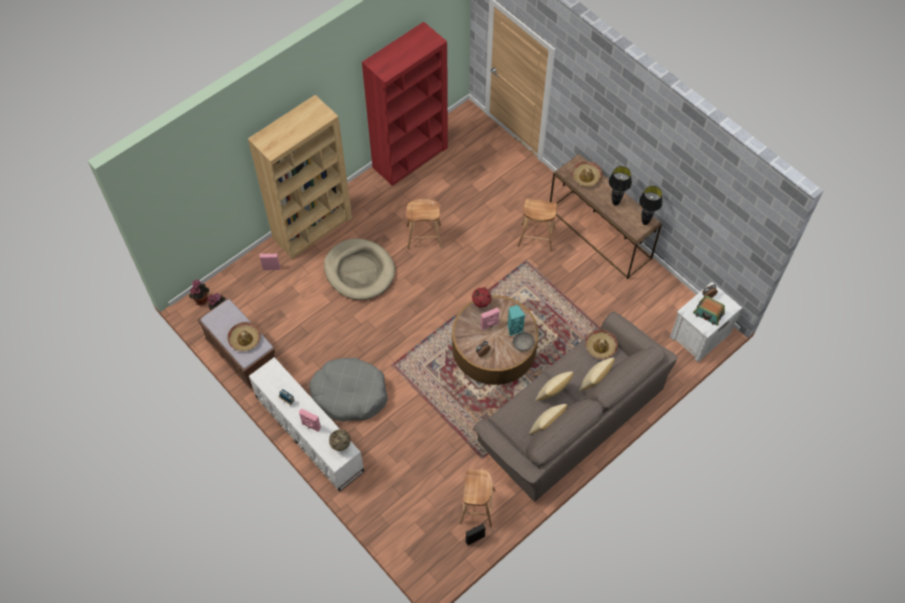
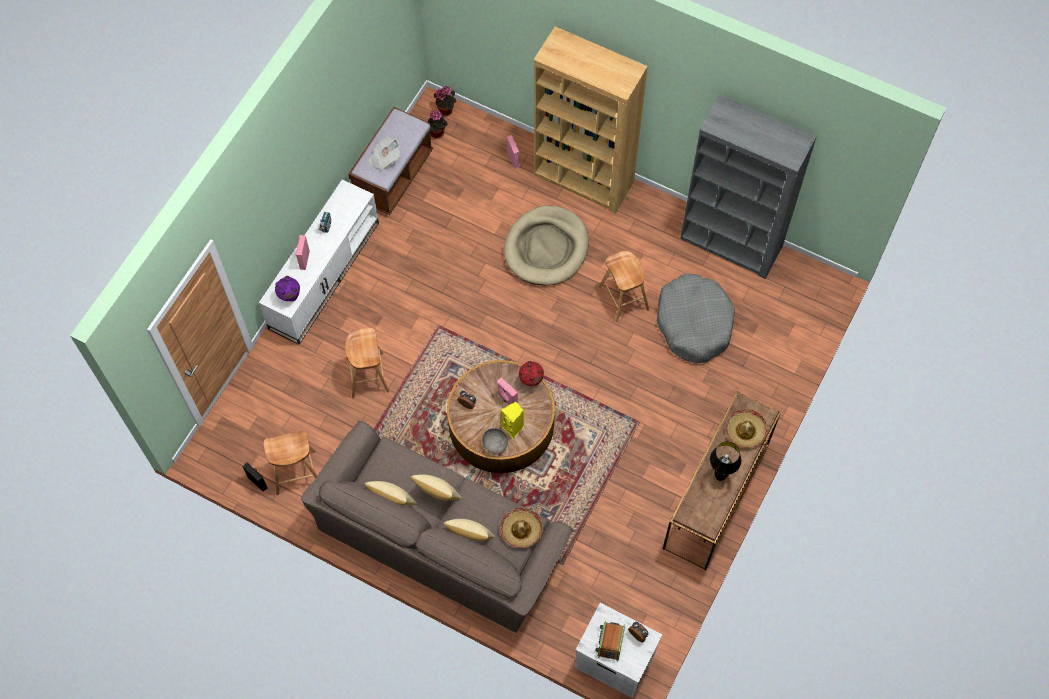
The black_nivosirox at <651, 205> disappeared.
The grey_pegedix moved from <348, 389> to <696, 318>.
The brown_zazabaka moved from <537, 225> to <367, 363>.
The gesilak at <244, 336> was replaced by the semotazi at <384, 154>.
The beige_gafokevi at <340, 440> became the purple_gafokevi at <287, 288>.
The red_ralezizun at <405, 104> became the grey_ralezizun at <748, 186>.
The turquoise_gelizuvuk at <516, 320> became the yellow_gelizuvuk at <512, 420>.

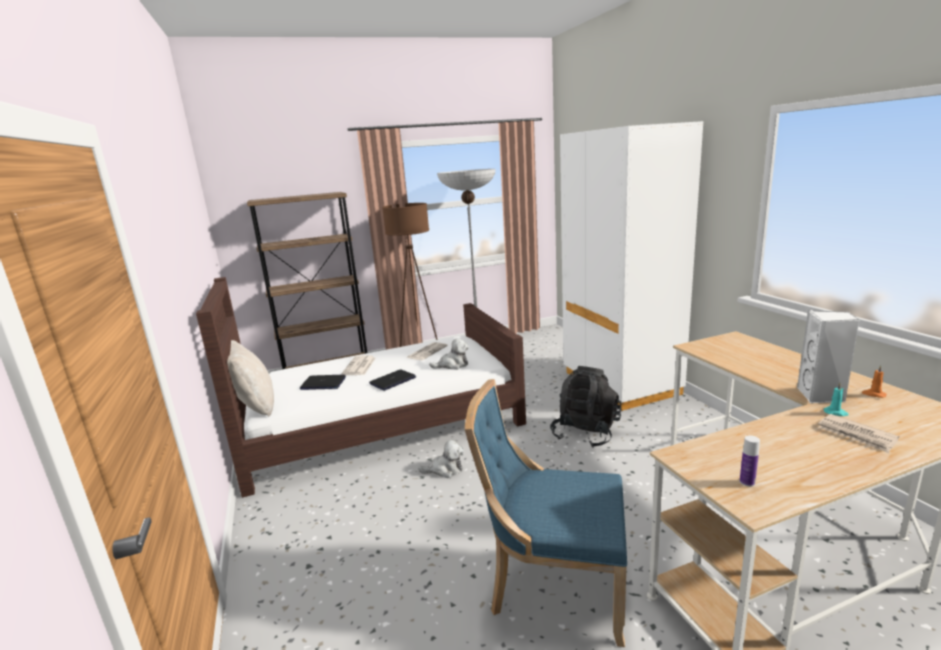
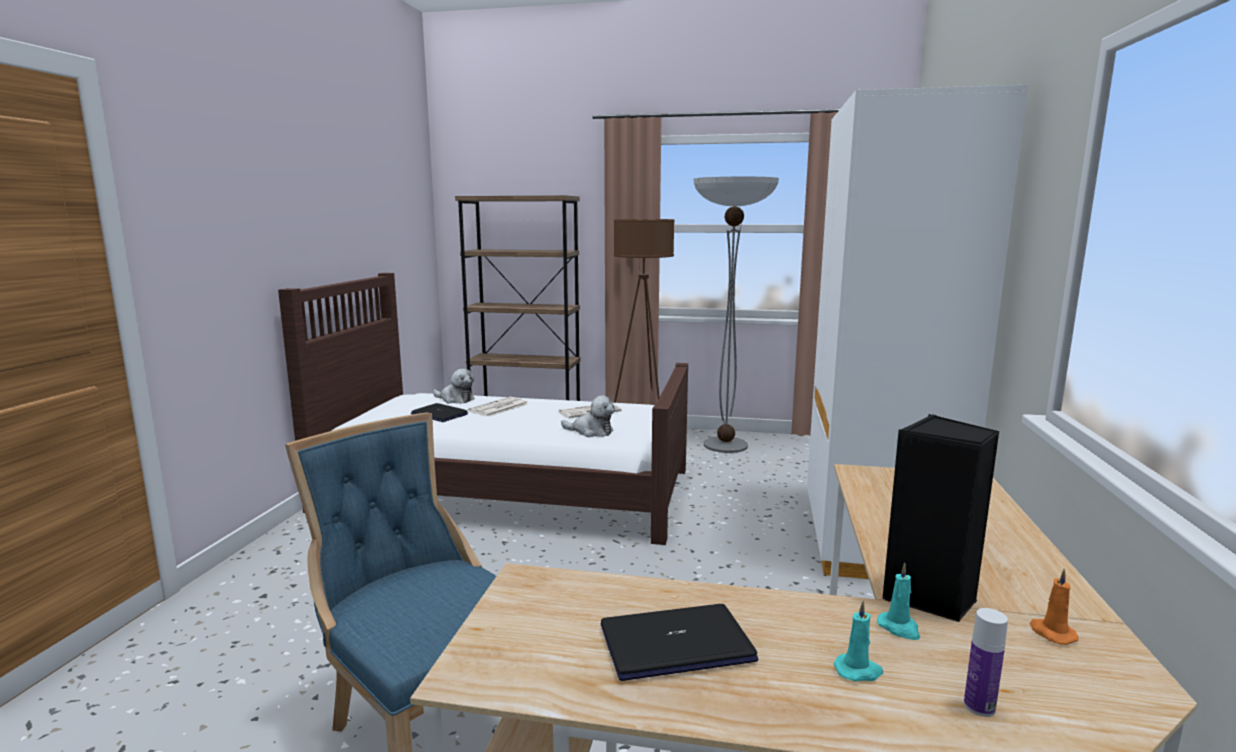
The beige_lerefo at <250, 378> disappeared.
The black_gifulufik at <585, 407> disappeared.
The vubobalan moved from <392, 380> to <680, 642>.
The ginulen moved from <441, 459> to <454, 386>.
The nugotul moved from <750, 461> to <986, 662>.
The semotazi at <858, 433> was replaced by the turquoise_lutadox at <858, 640>.
The white_gelizuvuk at <828, 357> became the black_gelizuvuk at <941, 518>.

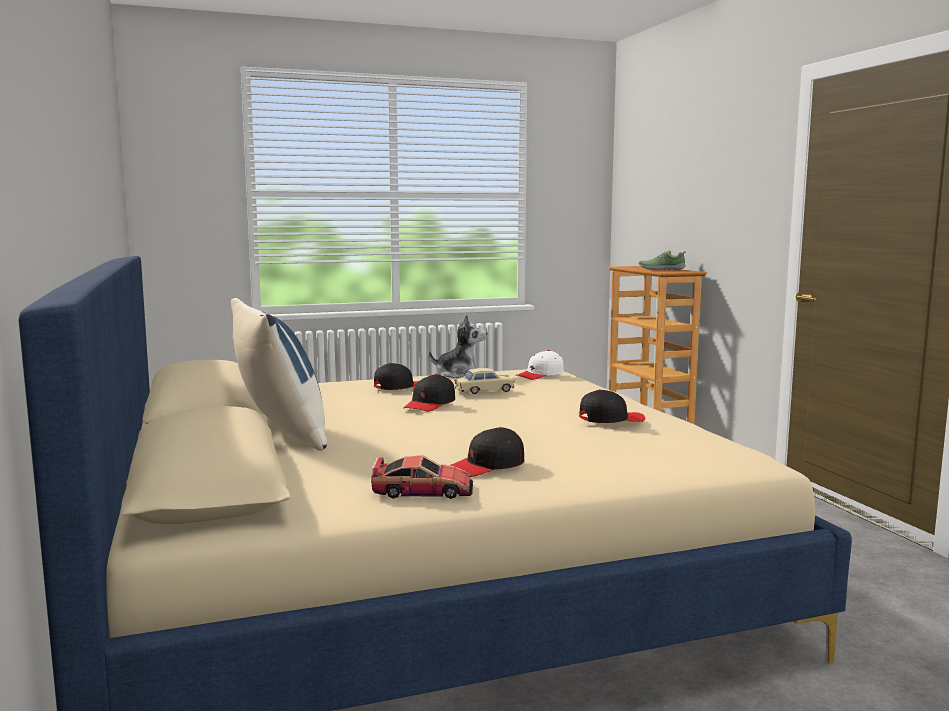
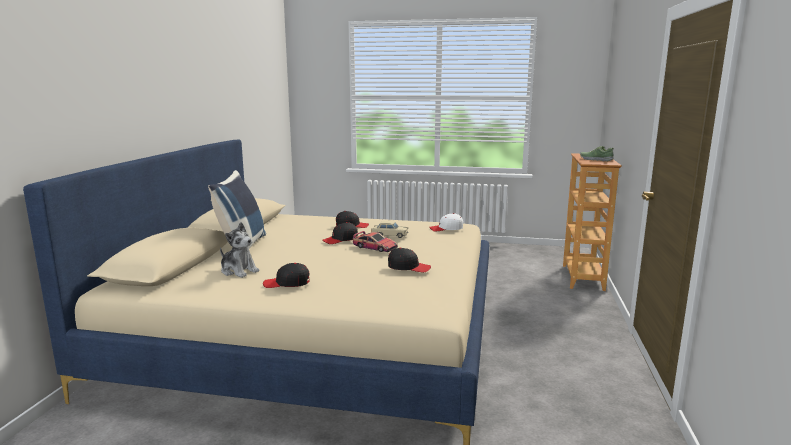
The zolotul moved from <422, 477> to <375, 241>.
The ginulen moved from <458, 346> to <240, 250>.

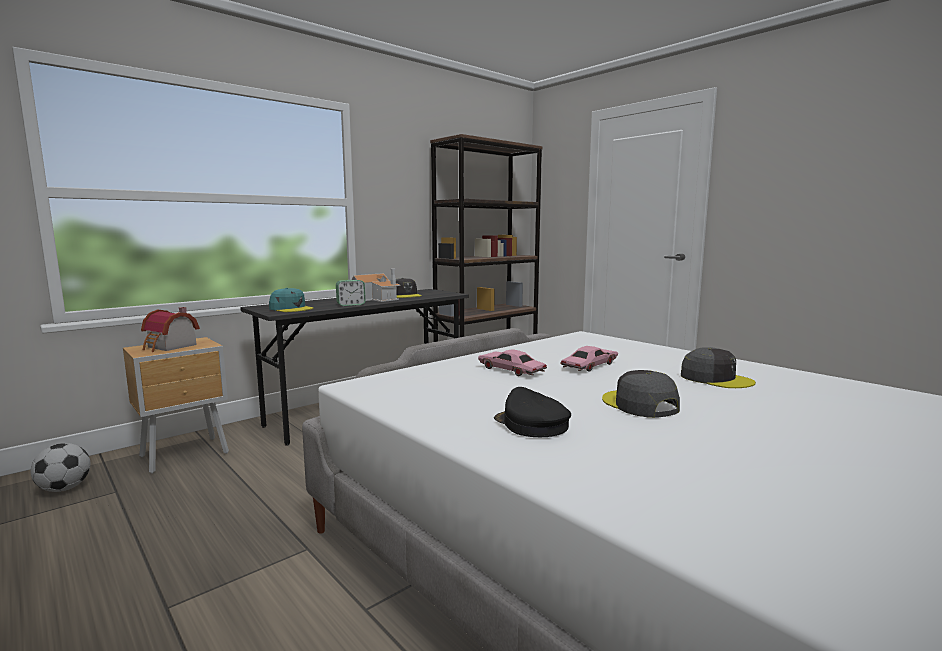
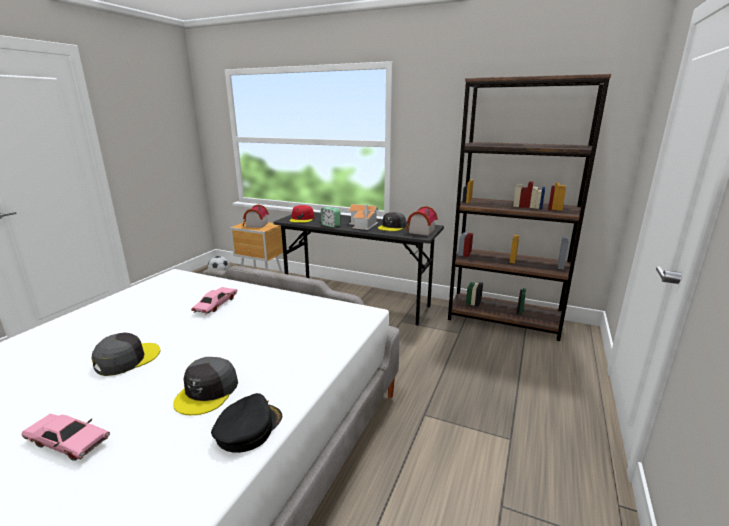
The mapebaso at <421, 221> appeared.
The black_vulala moved from <532, 412> to <246, 423>.
The pink_zolotul moved from <589, 359> to <65, 437>.
The turquoise_vulala at <291, 300> became the red_vulala at <301, 214>.

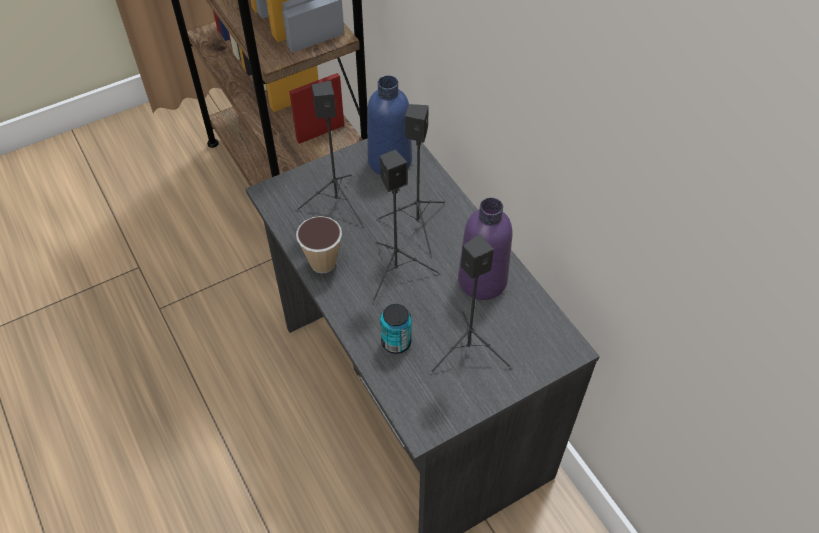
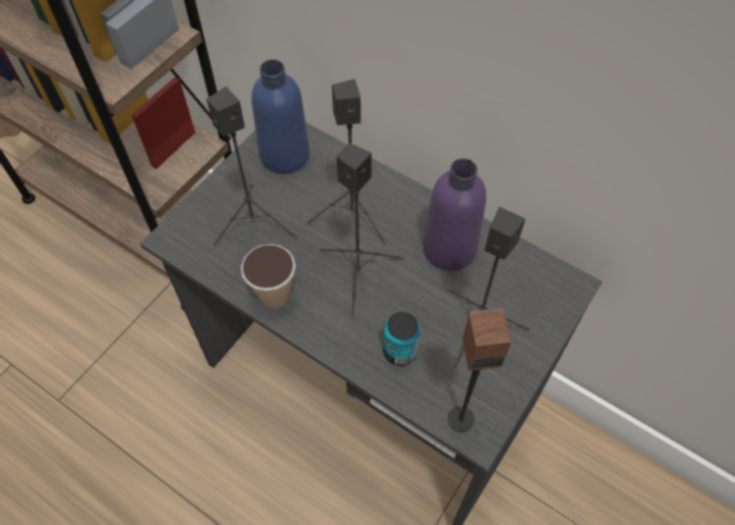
The gelizuvuk at <479, 370> appeared.

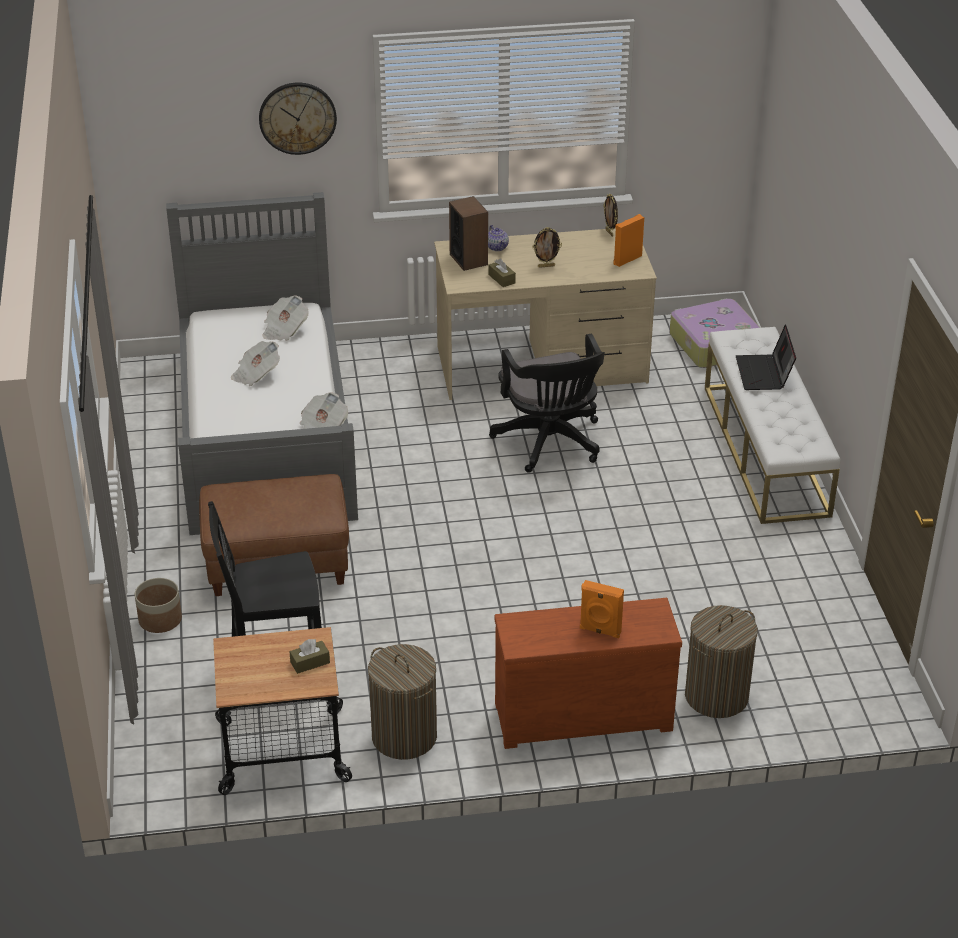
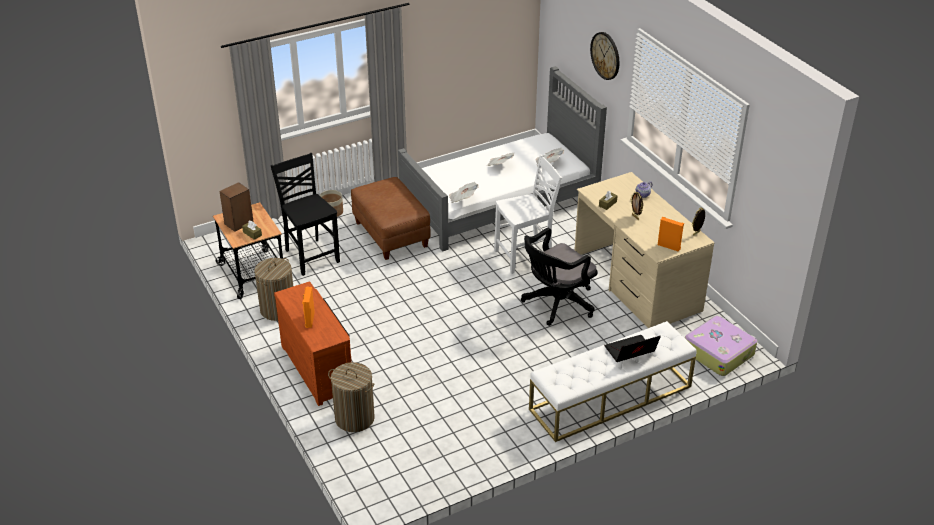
The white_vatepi at <528, 214> appeared.
The gelizuvuk moved from <468, 233> to <236, 207>.

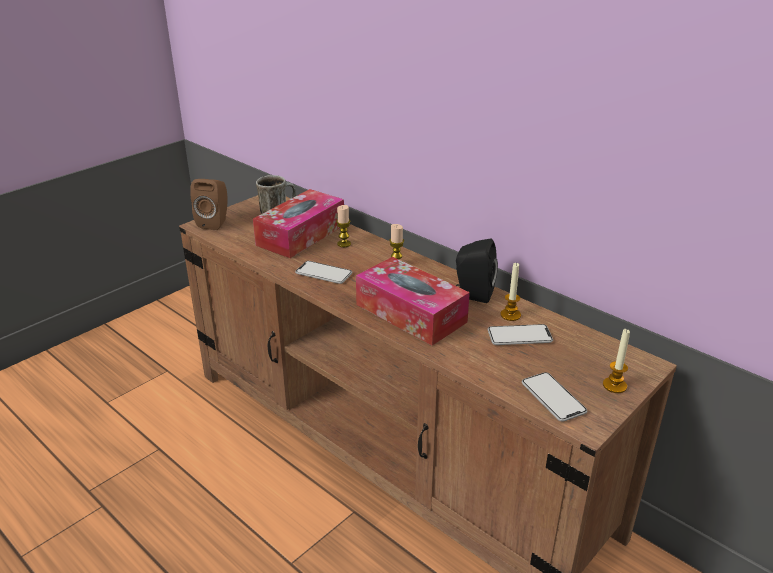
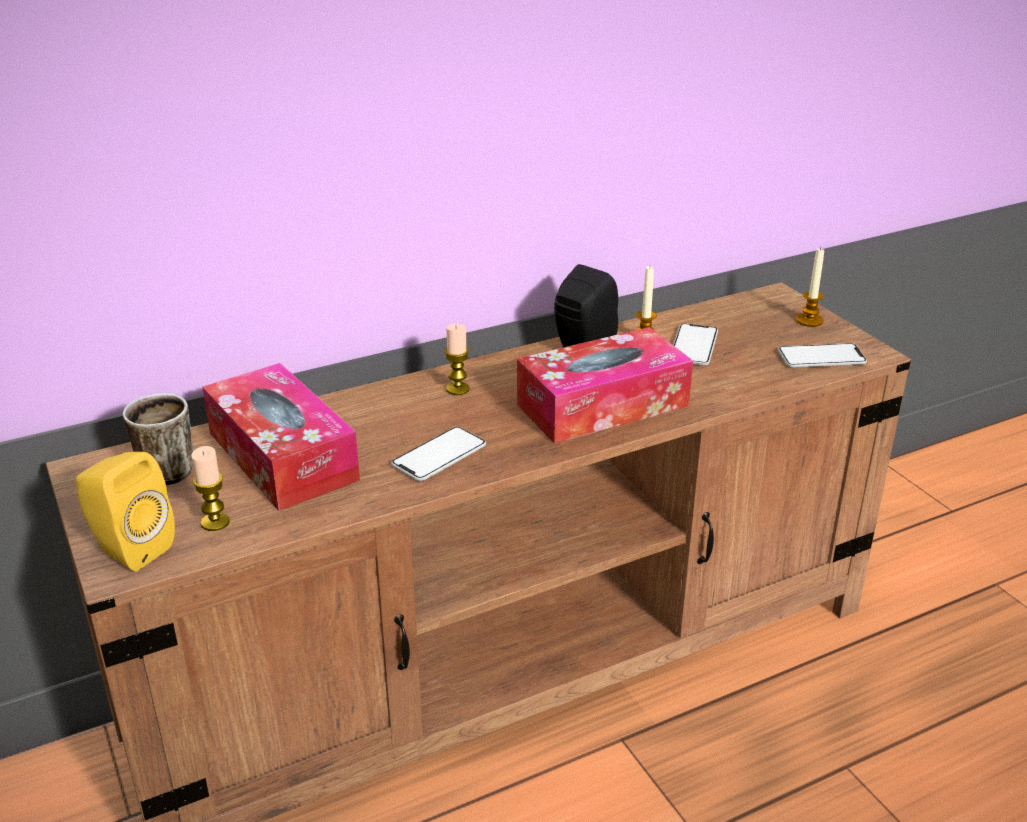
The lutadox moved from <343, 226> to <210, 488>.
The brown_gelizuvuk at <209, 204> became the yellow_gelizuvuk at <125, 511>.

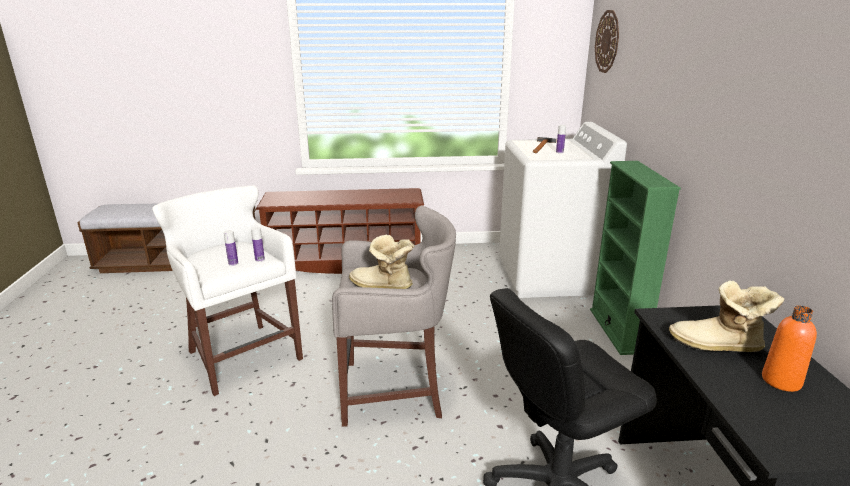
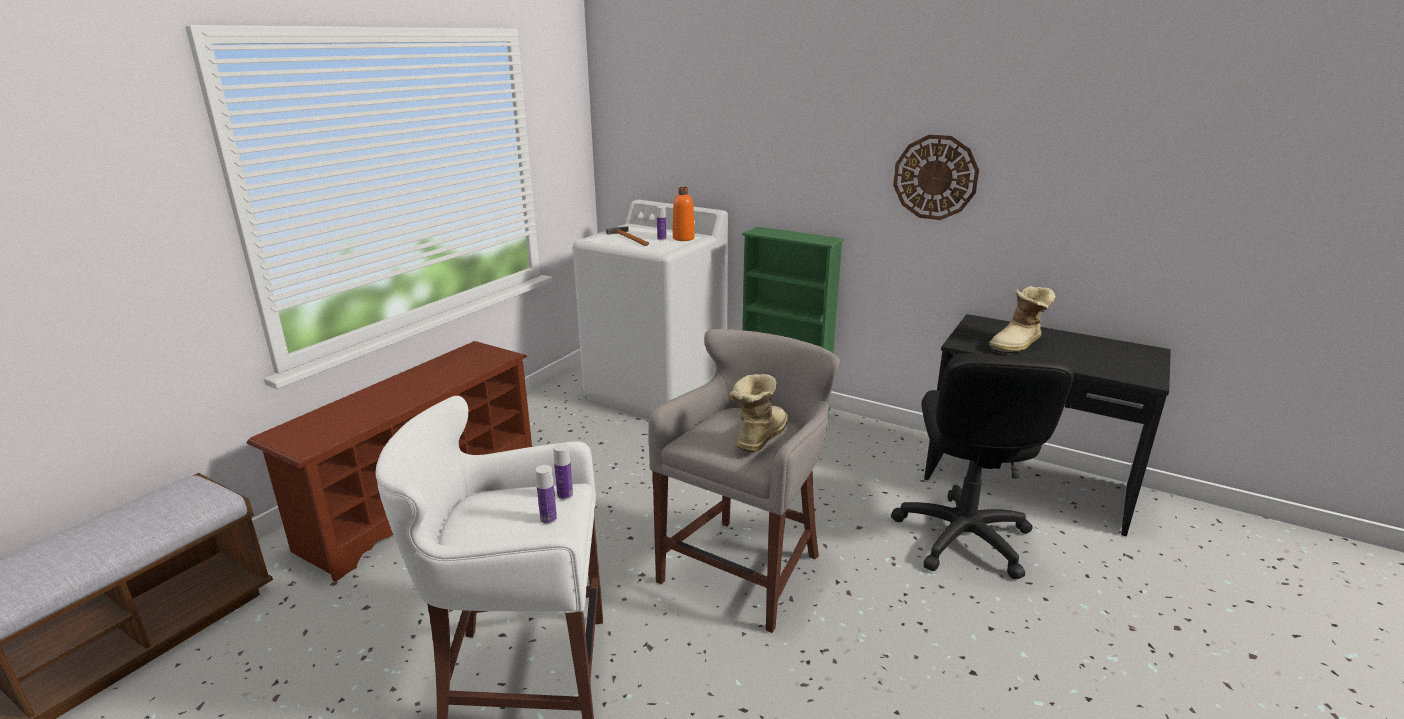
The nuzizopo moved from <607, 41> to <936, 177>.
The orange_nugotul moved from <789, 349> to <684, 214>.
The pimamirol at <381, 262> turned 150 degrees clockwise.

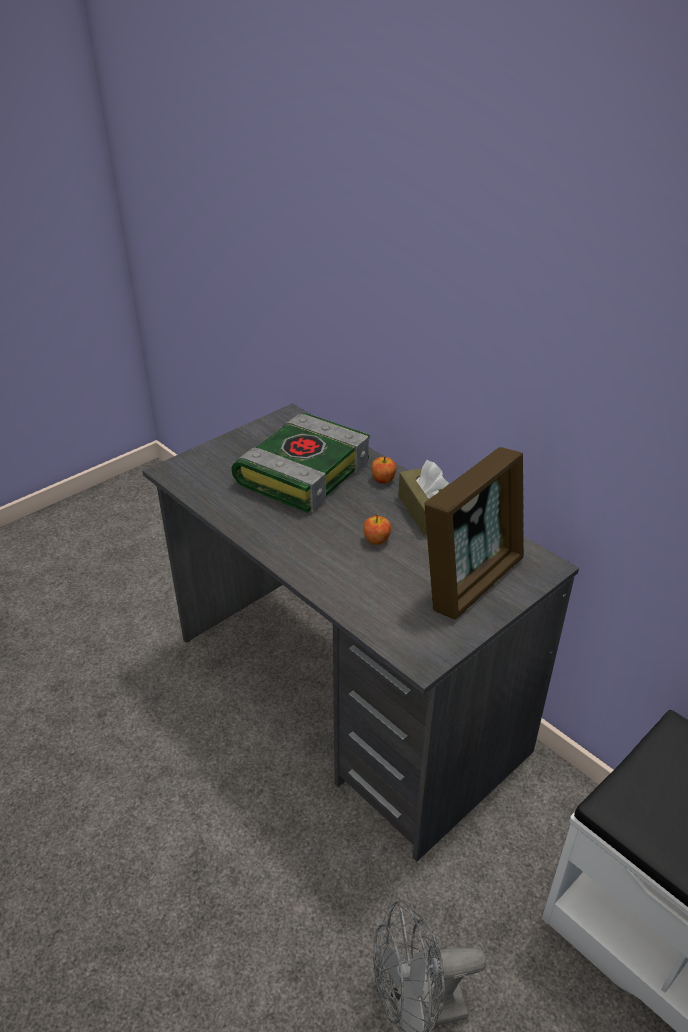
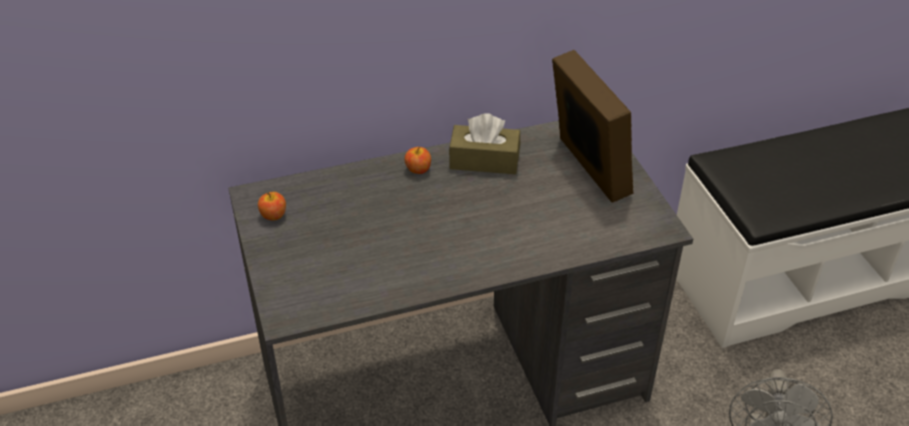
The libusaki at <300, 463> disappeared.
The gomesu moved from <377, 529> to <272, 206>.

